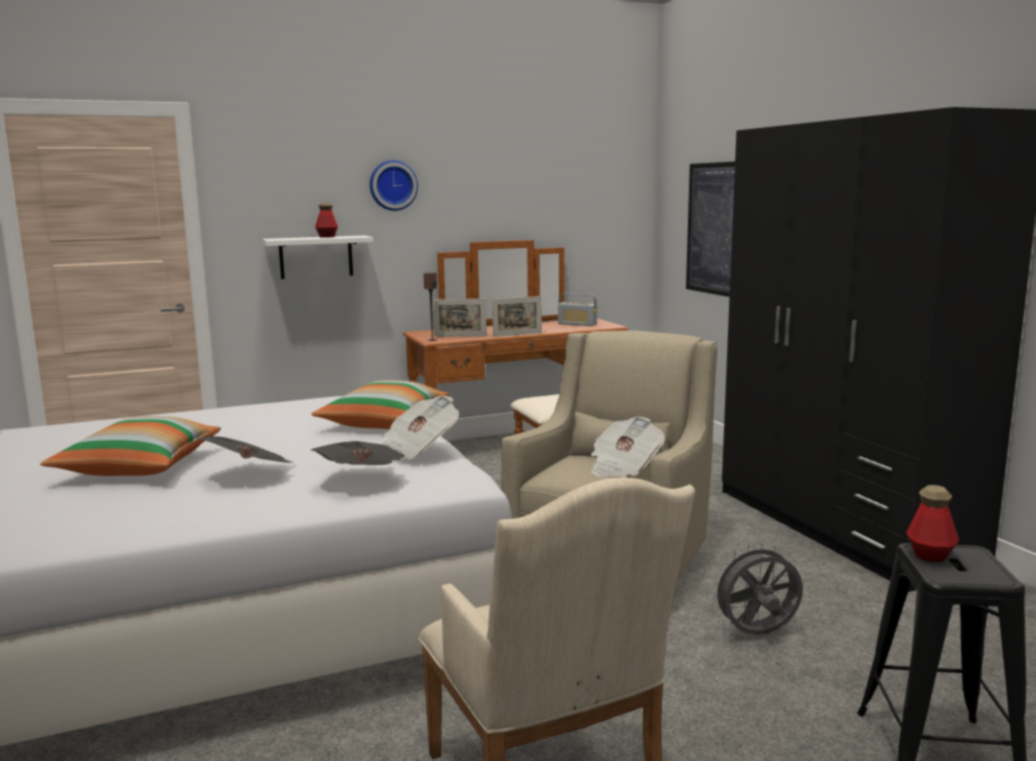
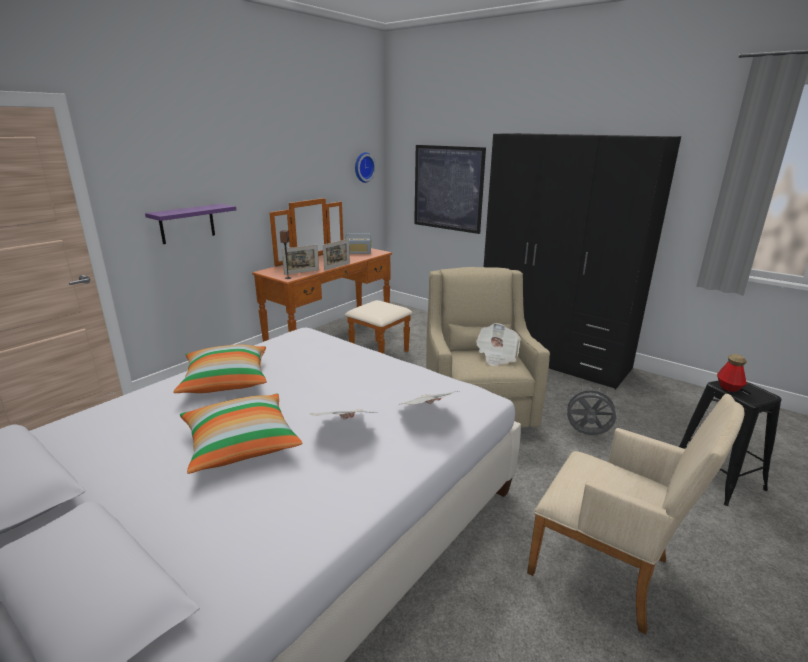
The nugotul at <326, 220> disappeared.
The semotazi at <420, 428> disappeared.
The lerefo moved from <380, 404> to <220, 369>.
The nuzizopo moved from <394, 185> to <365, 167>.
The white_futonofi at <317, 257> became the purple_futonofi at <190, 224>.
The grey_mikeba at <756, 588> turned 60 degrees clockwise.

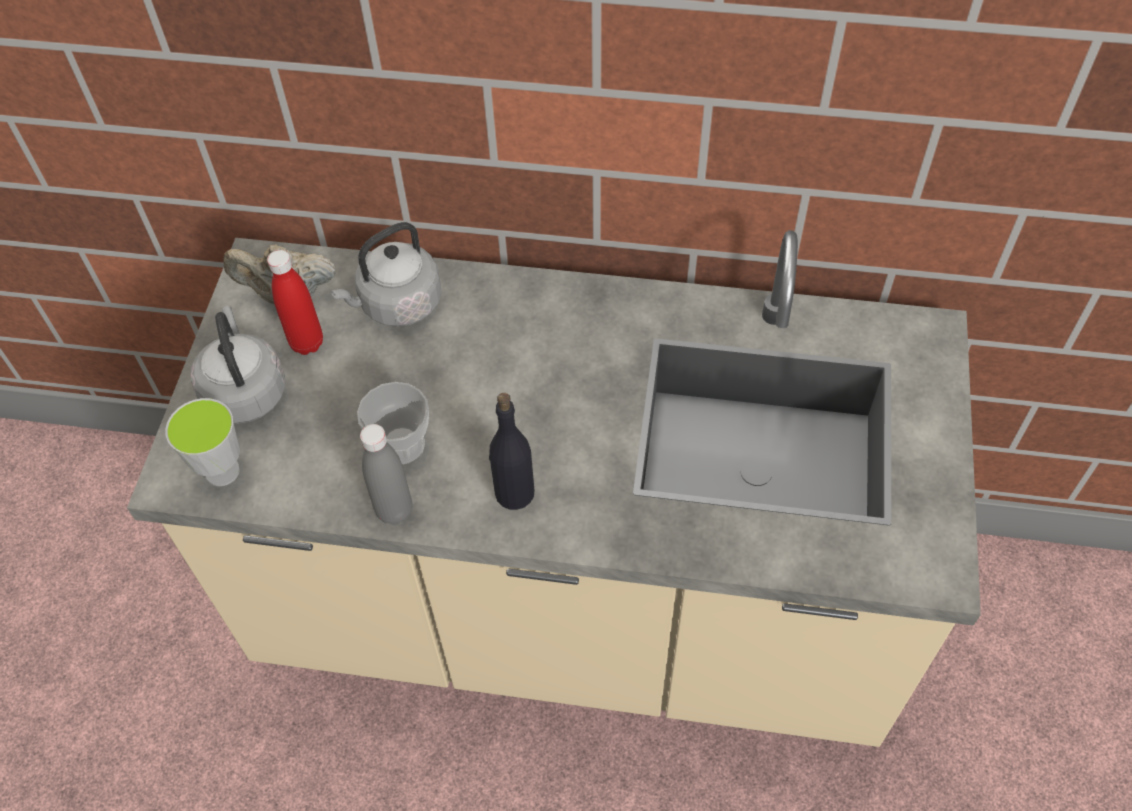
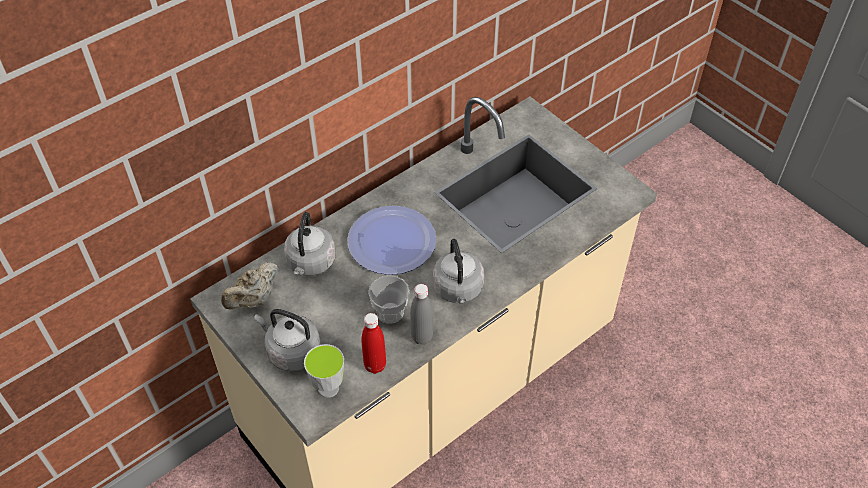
The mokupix at <391, 240> appeared.
The red_nugotul moved from <295, 302> to <373, 343>.
The black_nugotul at <511, 451> was replaced by the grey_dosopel at <458, 271>.

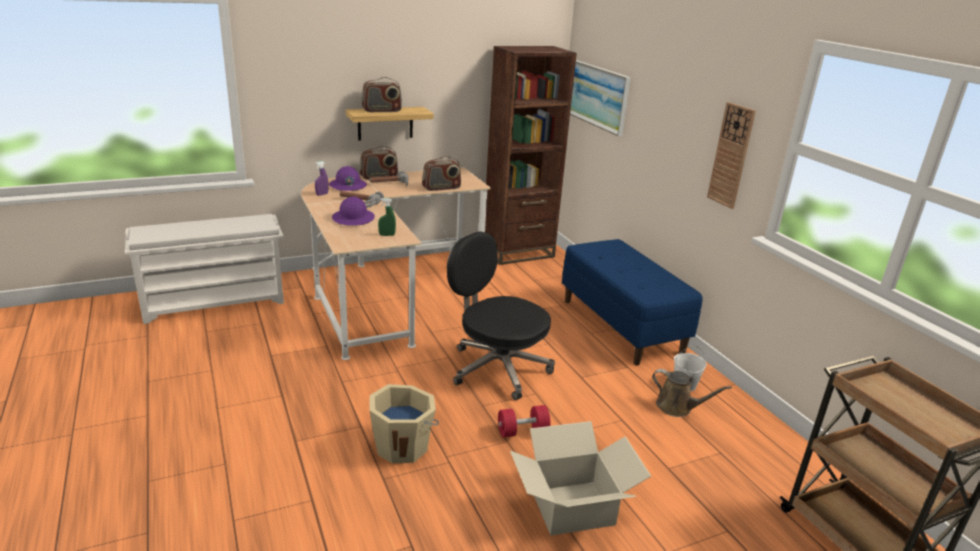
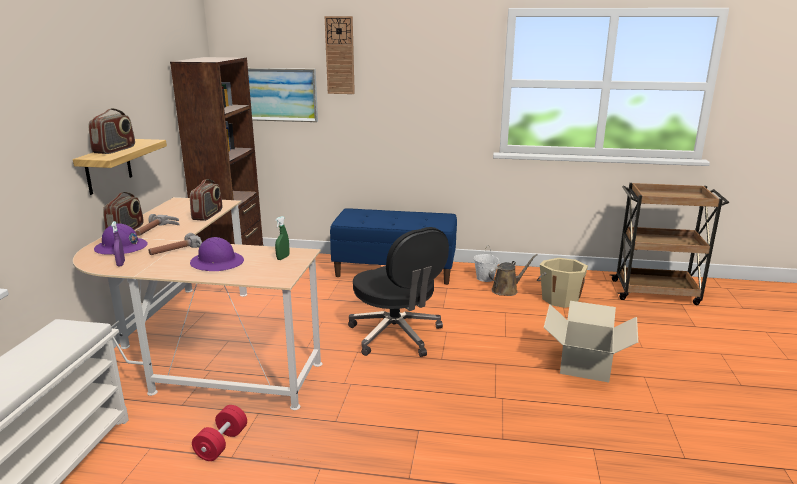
The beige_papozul moved from <404, 424> to <562, 283>.
The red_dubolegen moved from <524, 421> to <219, 433>.
The nuzizopo moved from <731, 155> to <340, 55>.
The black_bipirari at <501, 315> turned 105 degrees counterclockwise.

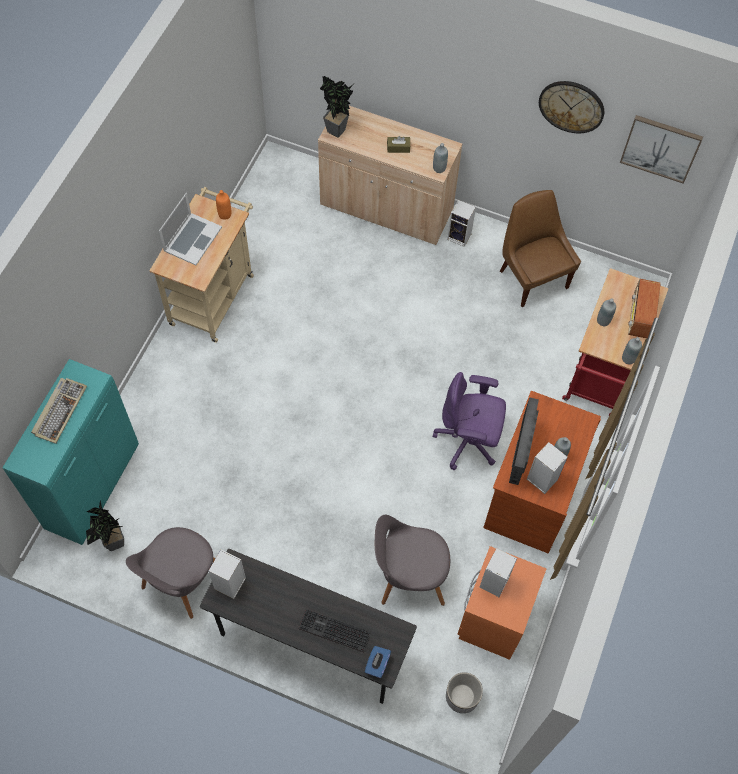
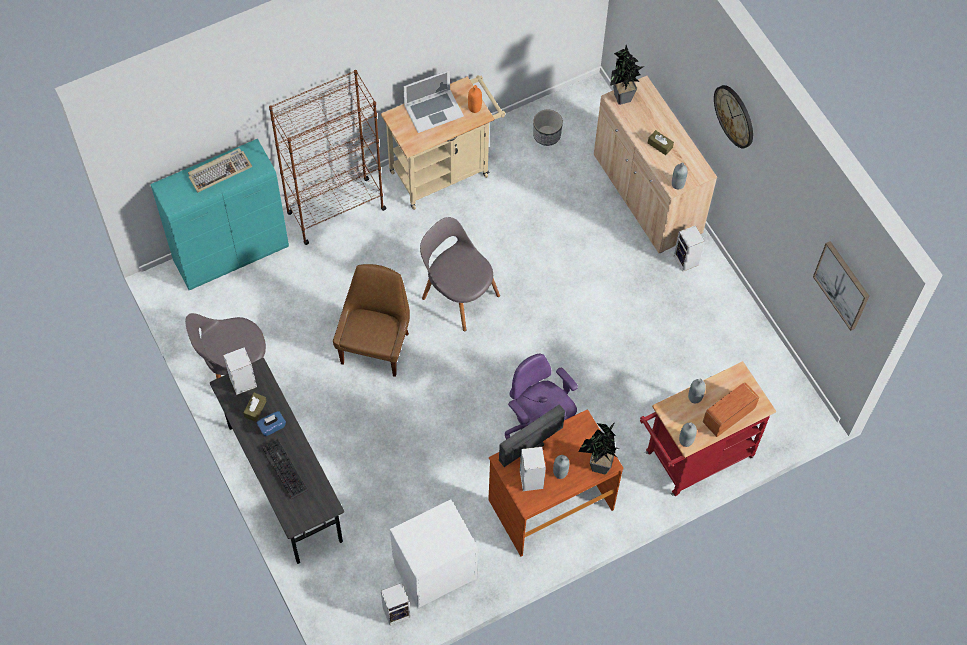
The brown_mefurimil at <254, 407> appeared.
The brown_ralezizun at <327, 157> appeared.
The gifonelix moved from <105, 525> to <598, 448>.
The blue_mefurimil moved from <378, 662> to <271, 423>.
The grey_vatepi moved from <412, 560> to <460, 274>.
The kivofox moved from <464, 693> to <548, 128>.
The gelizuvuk moved from <498, 572> to <395, 604>.
The brown_vatepi moved from <540, 248> to <371, 320>.
The nuzizopo moved from <571, 107> to <733, 116>.
The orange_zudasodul at <502, 603> became the white_zudasodul at <434, 553>.

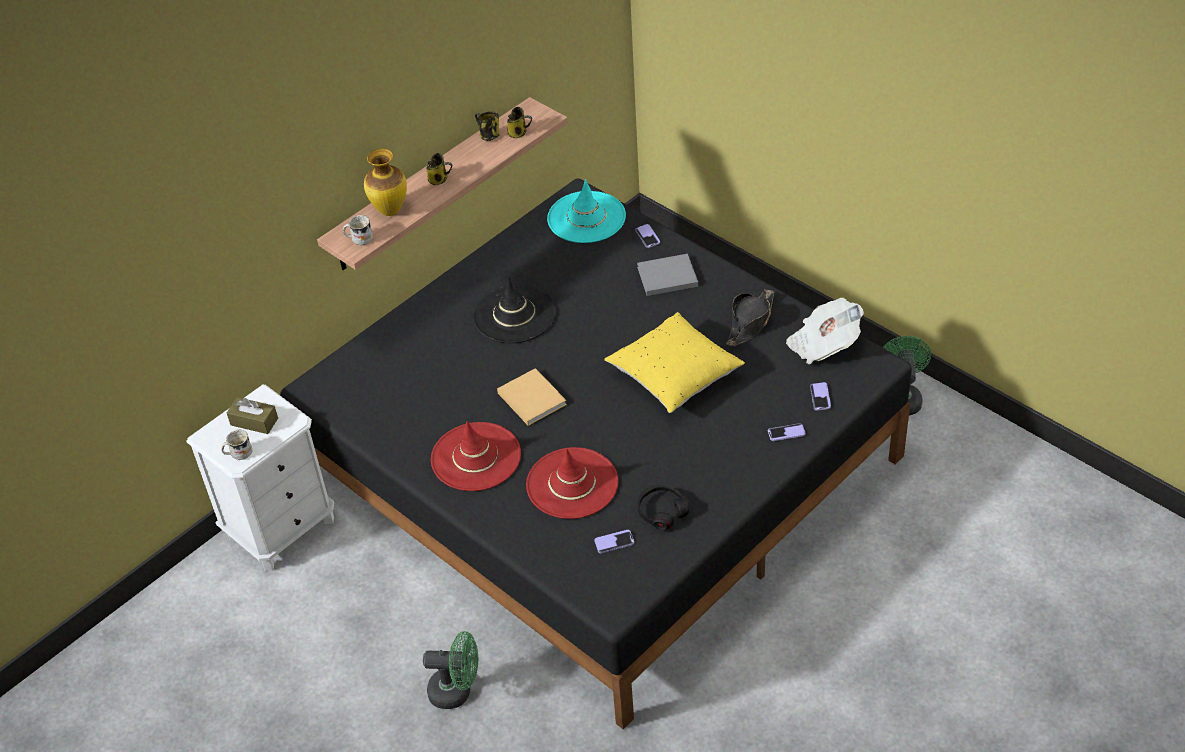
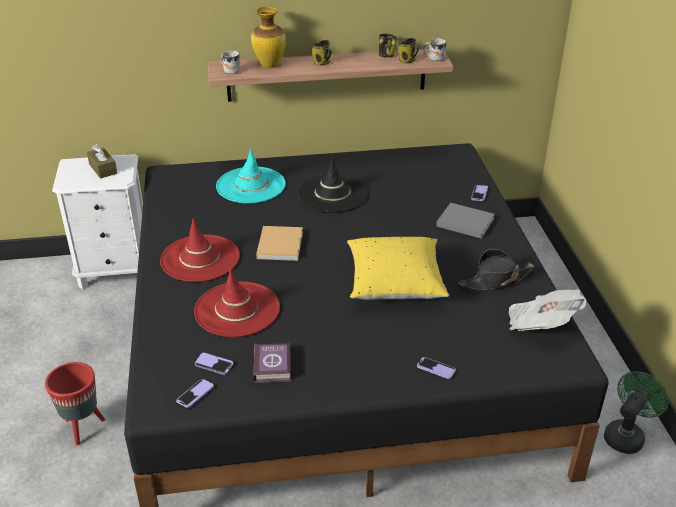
The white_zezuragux moved from <236, 445> to <434, 49>.
The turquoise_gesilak moved from <586, 211> to <251, 176>.
The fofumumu moved from <820, 396> to <195, 393>.
The green_mikeba at <450, 670> was replaced by the red_kivofox at <75, 403>.
The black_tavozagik at <663, 507> was replaced by the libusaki at <272, 363>.

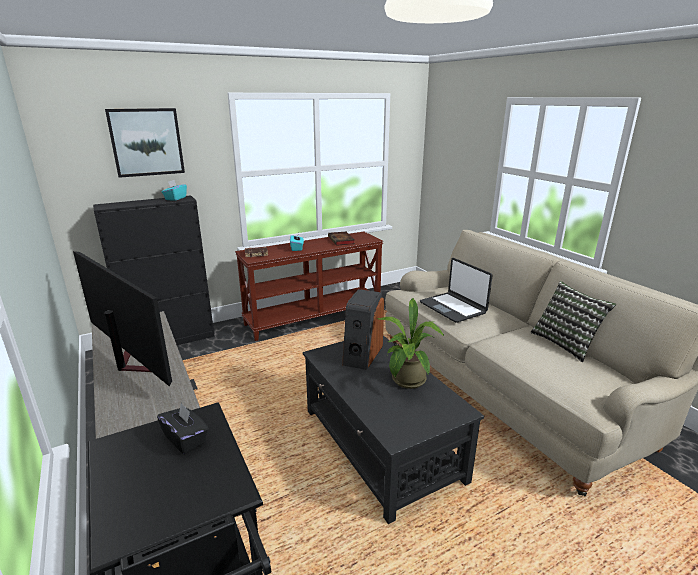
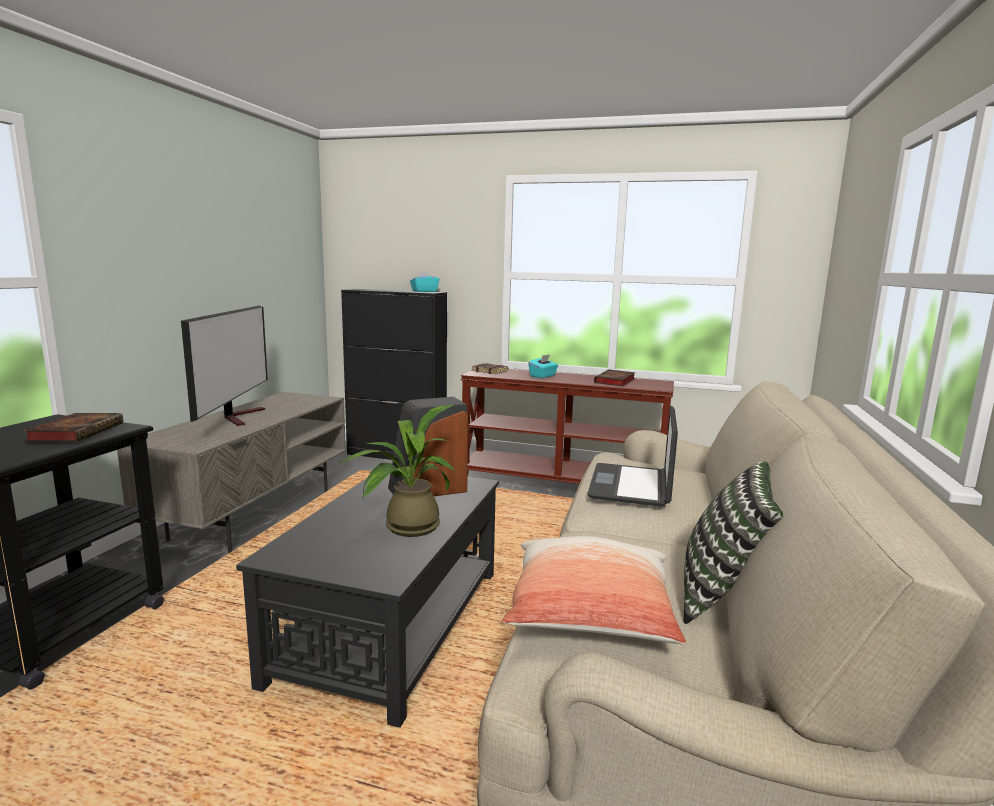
The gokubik at <145, 143> disappeared.
The lerefo at <594, 590> appeared.
The black_mefurimil at <183, 428> was replaced by the libusaki at <73, 427>.

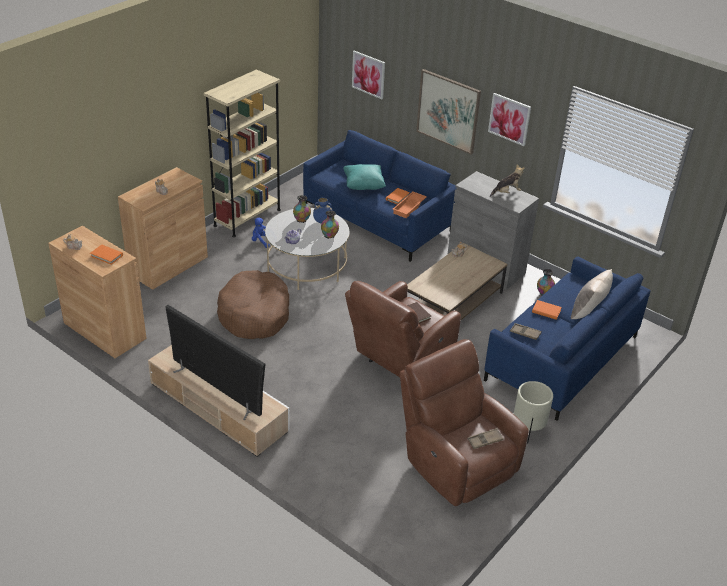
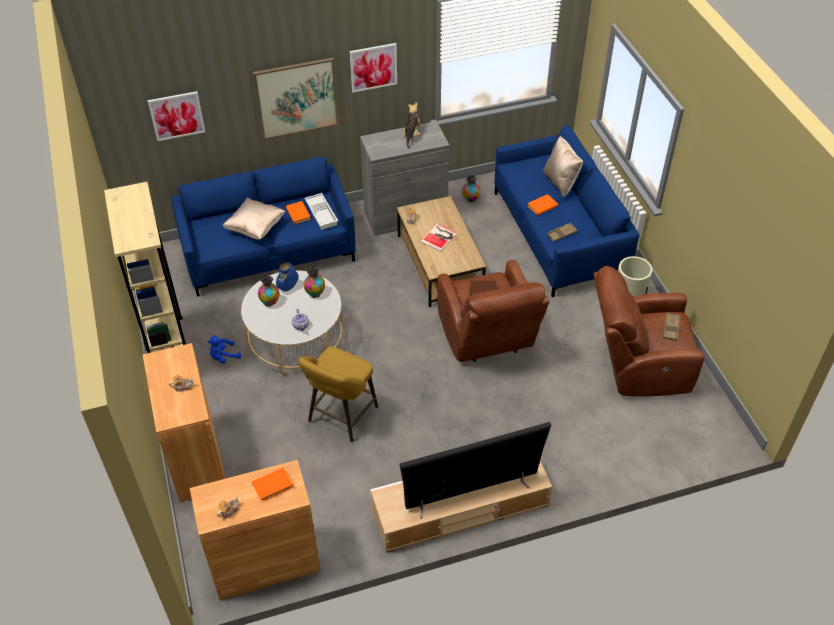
The libusaki at <438, 238> appeared.
The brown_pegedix at <253, 304> was replaced by the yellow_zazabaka at <338, 394>.
The turquoise_lerefo at <364, 177> became the beige_lerefo at <254, 218>.
The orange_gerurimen at <410, 205> became the white_gerurimen at <321, 211>.

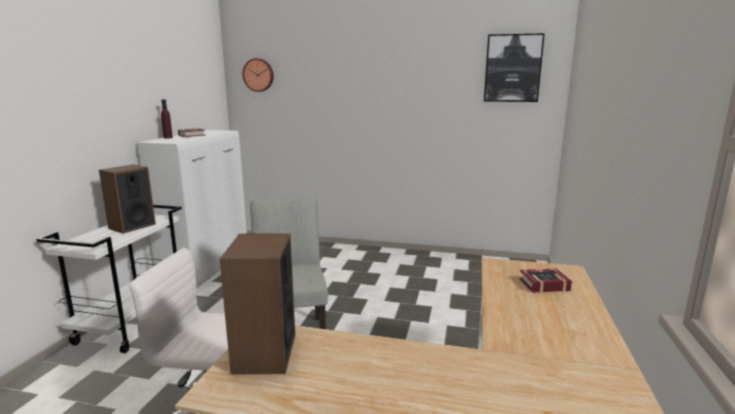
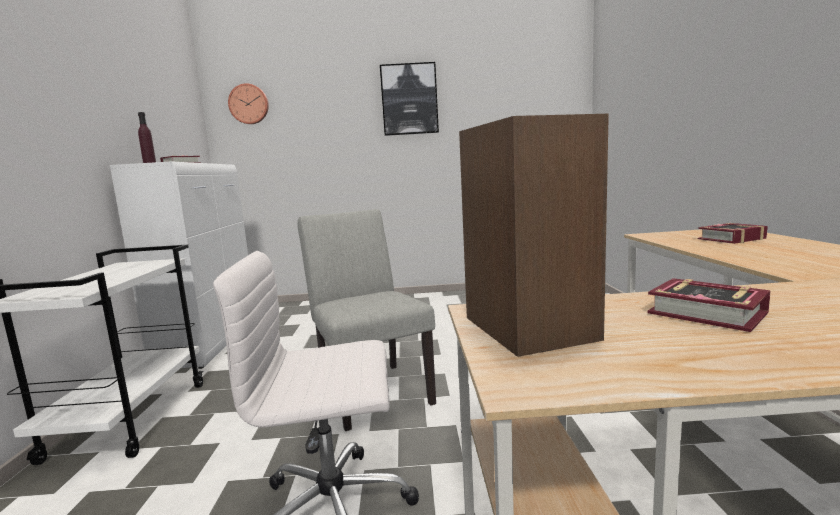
The gelizuvuk at <127, 199> disappeared.
The libusaki at <709, 305> appeared.
The gokubik moved from <514, 67> to <409, 99>.

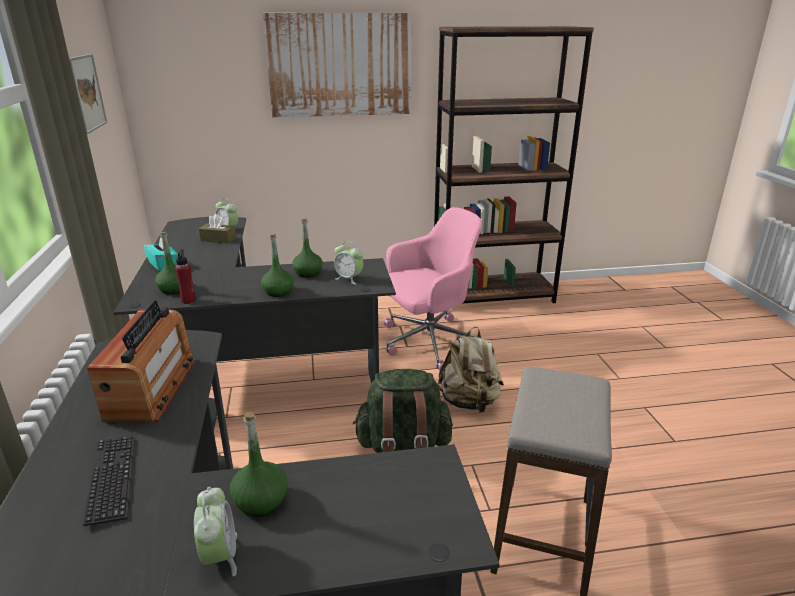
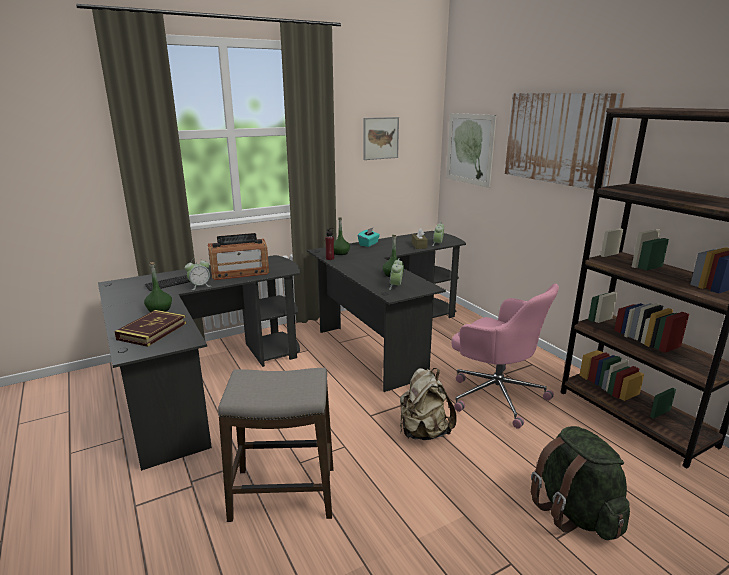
The green_nugotul at <277, 265> disappeared.
The libusaki at <150, 328> appeared.
The gokubik at <471, 150> appeared.
The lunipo moved from <215, 532> to <198, 274>.
The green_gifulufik moved from <403, 411> to <580, 483>.

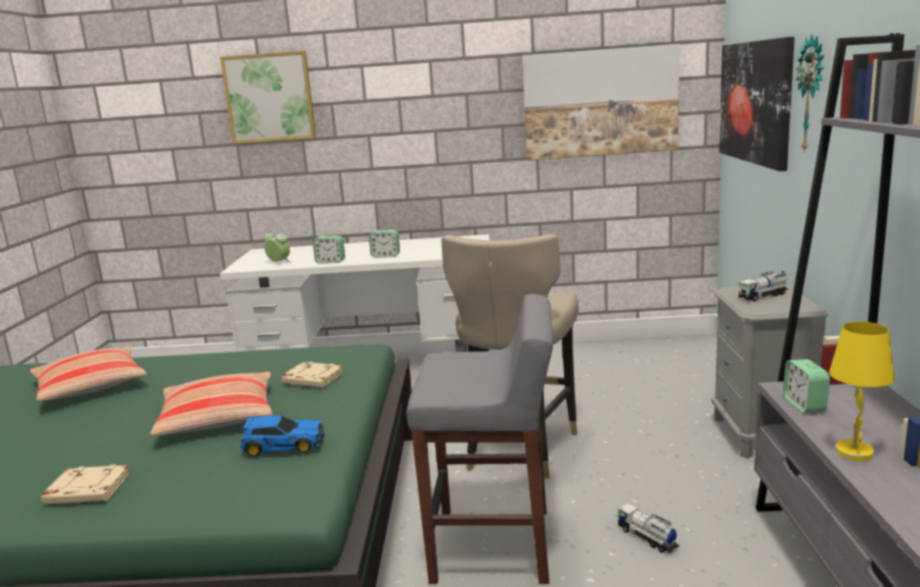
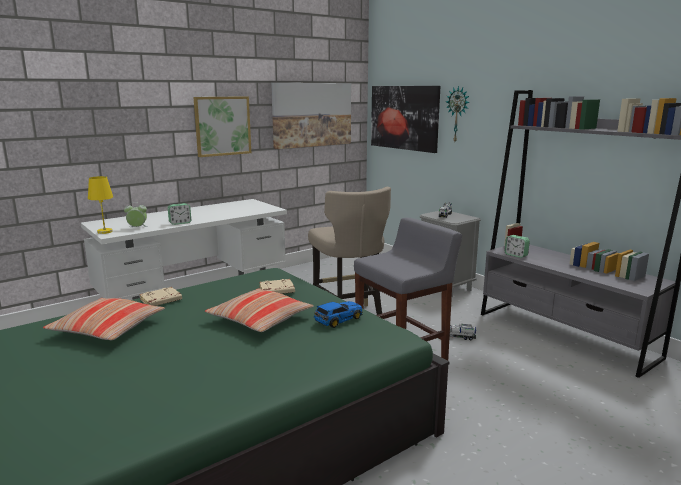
The lunipo at <384, 244> disappeared.
The beige_libusaki moved from <85, 484> to <160, 296>.
The gokubik moved from <268, 97> to <222, 126>.
The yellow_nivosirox moved from <862, 391> to <100, 205>.

